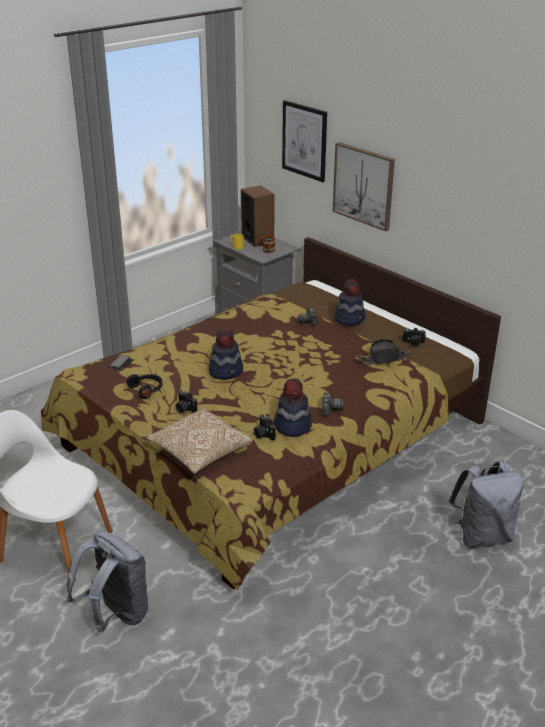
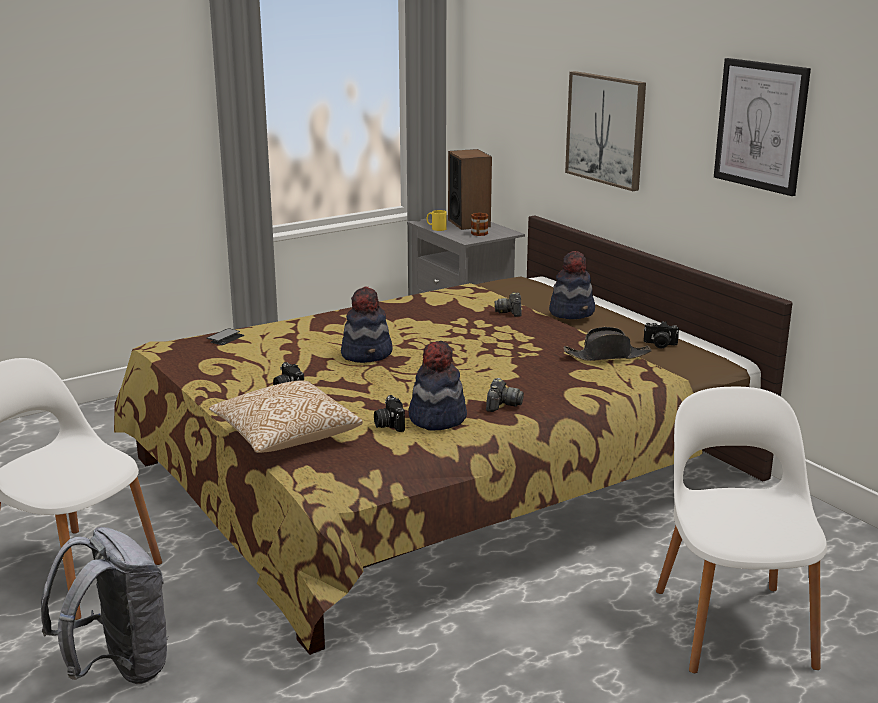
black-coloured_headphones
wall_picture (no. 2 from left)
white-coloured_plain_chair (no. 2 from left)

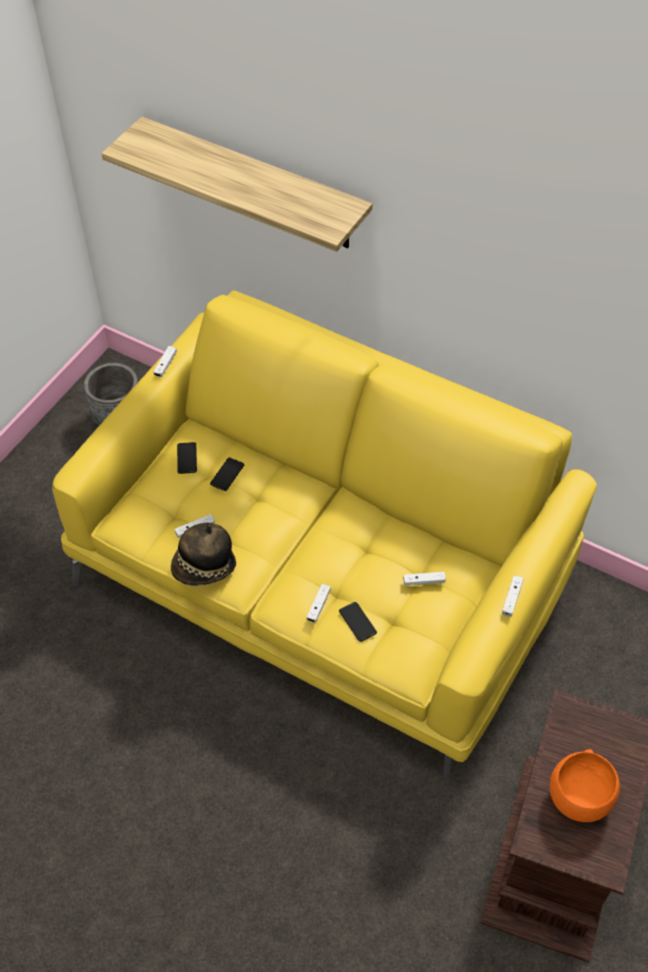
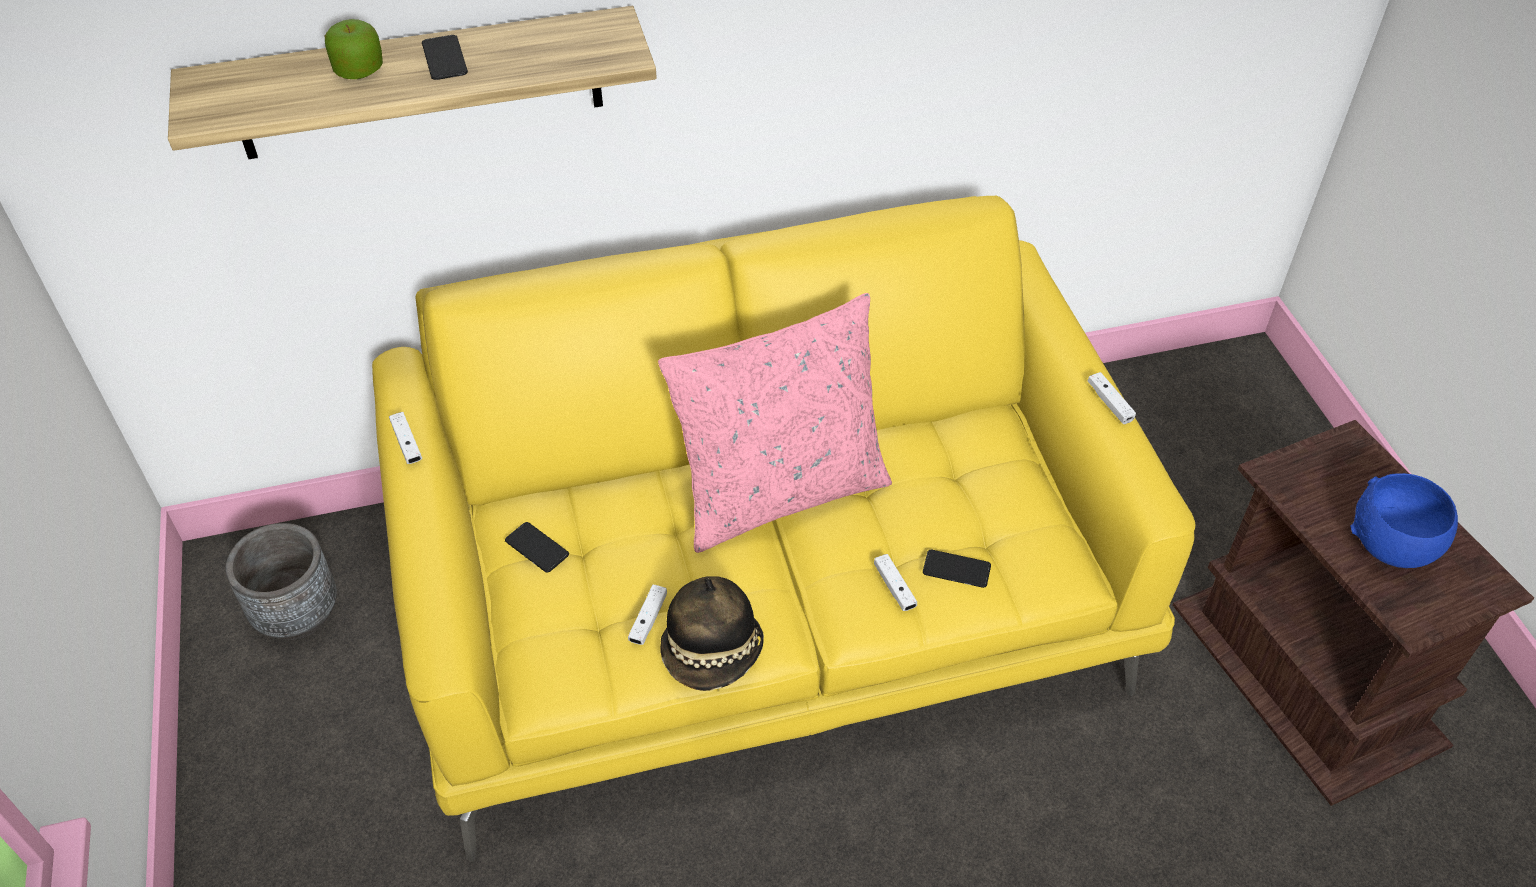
phone (no. 1 from left)
white-coloured_game_controller (no. 4 from left in the first image)
blue-coloured_serving_bowl
apple
pinkish_pillow

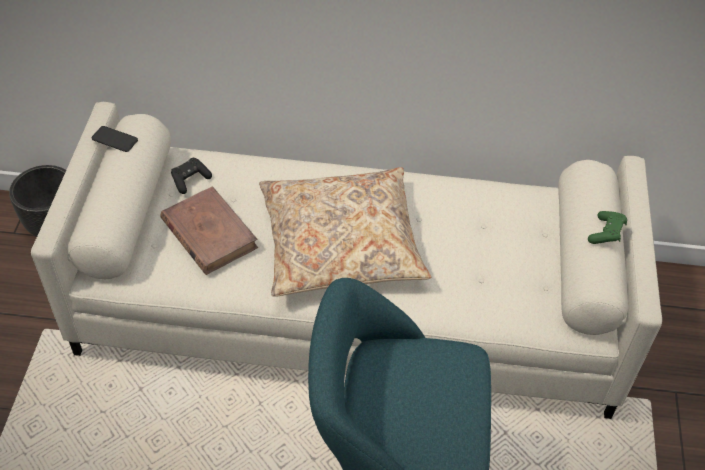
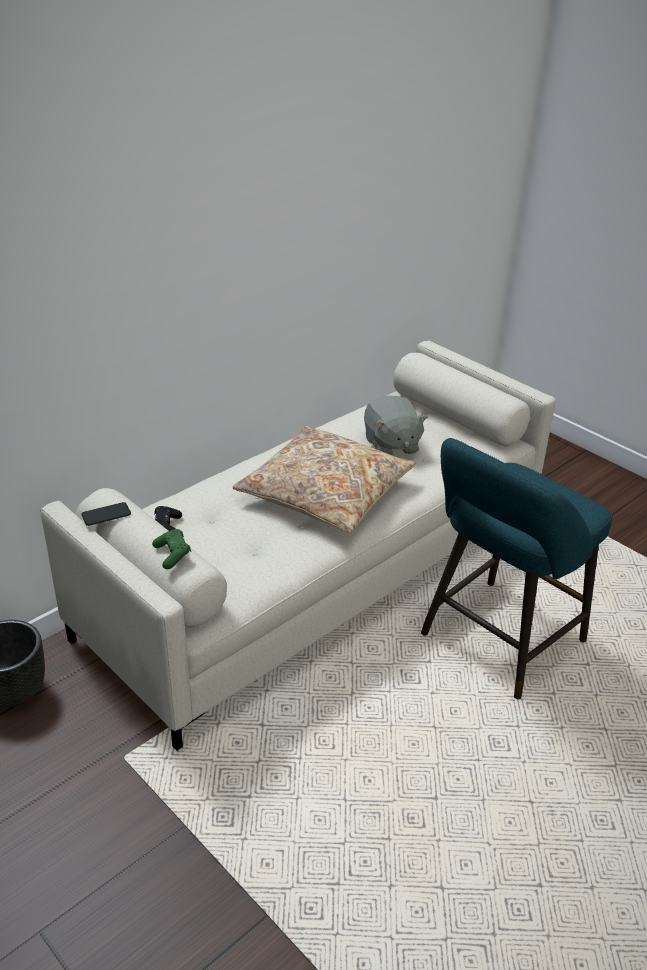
brown_book
green_game_controller
greyish_soft_toy

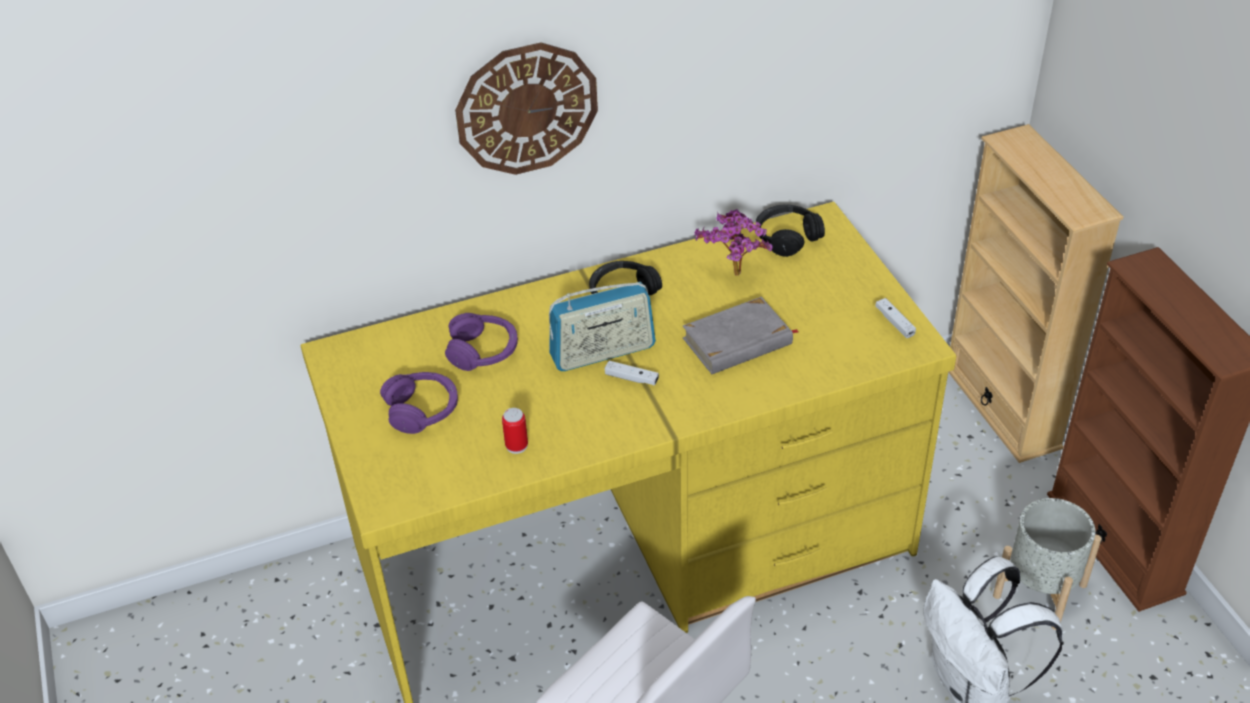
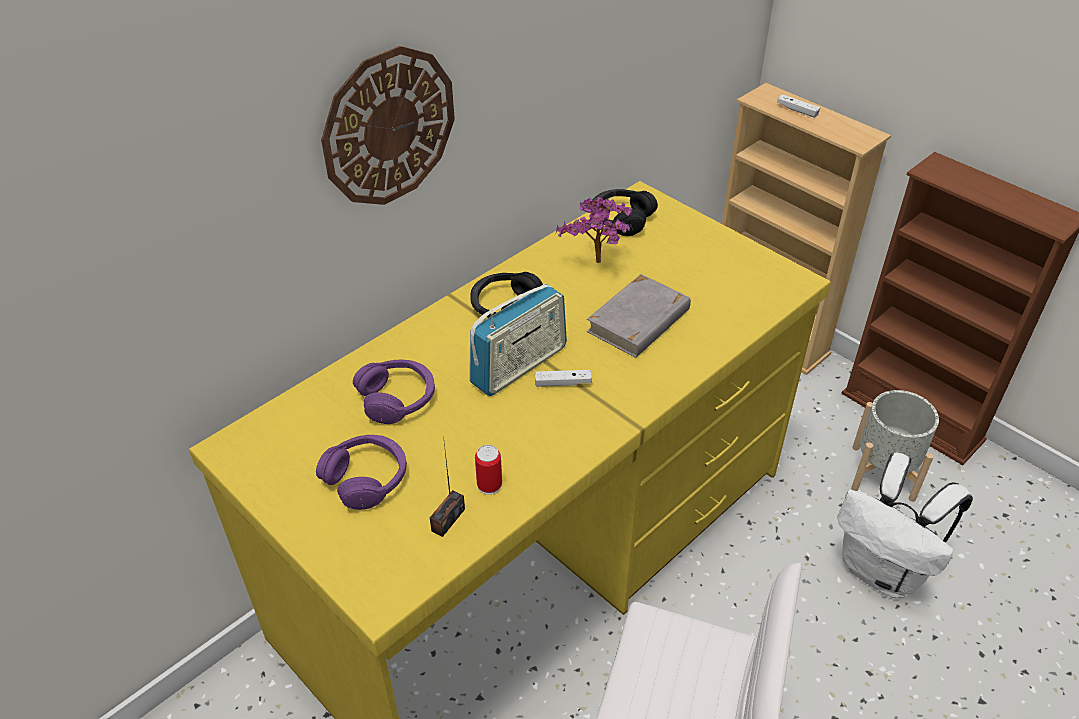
white-coloured_game_controller (no. 2 from left)
radio_receiver (no. 1 from left)

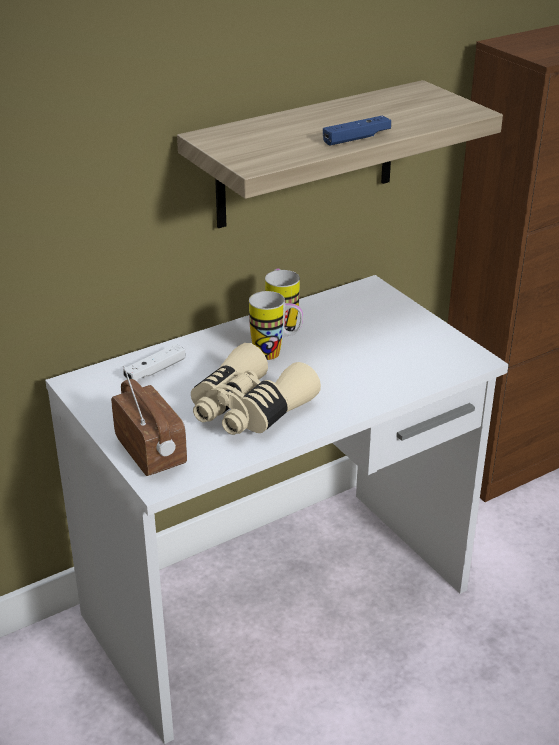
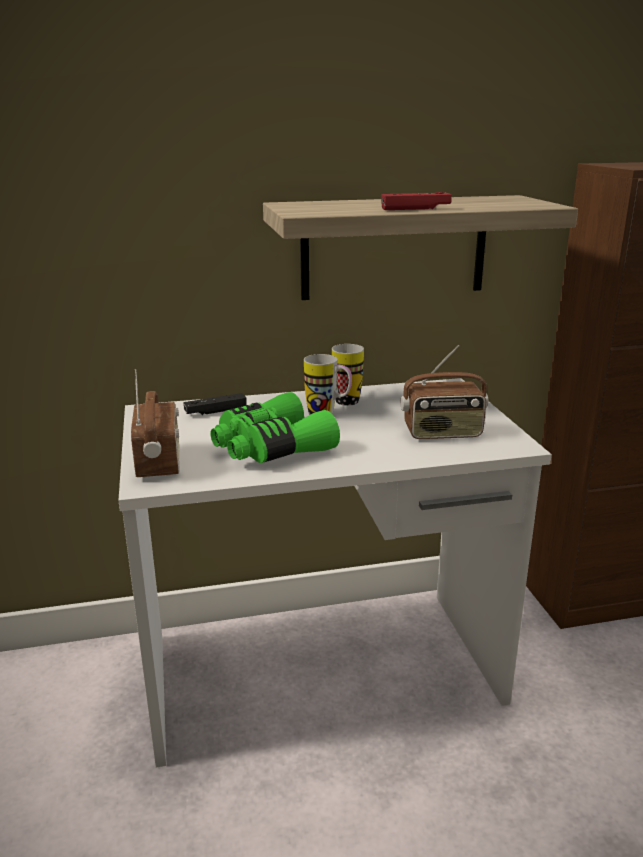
black-coloured_game_controller
green_pair_of_binoculars
reddish_game_controller
radio_receiver (no. 2 from left)

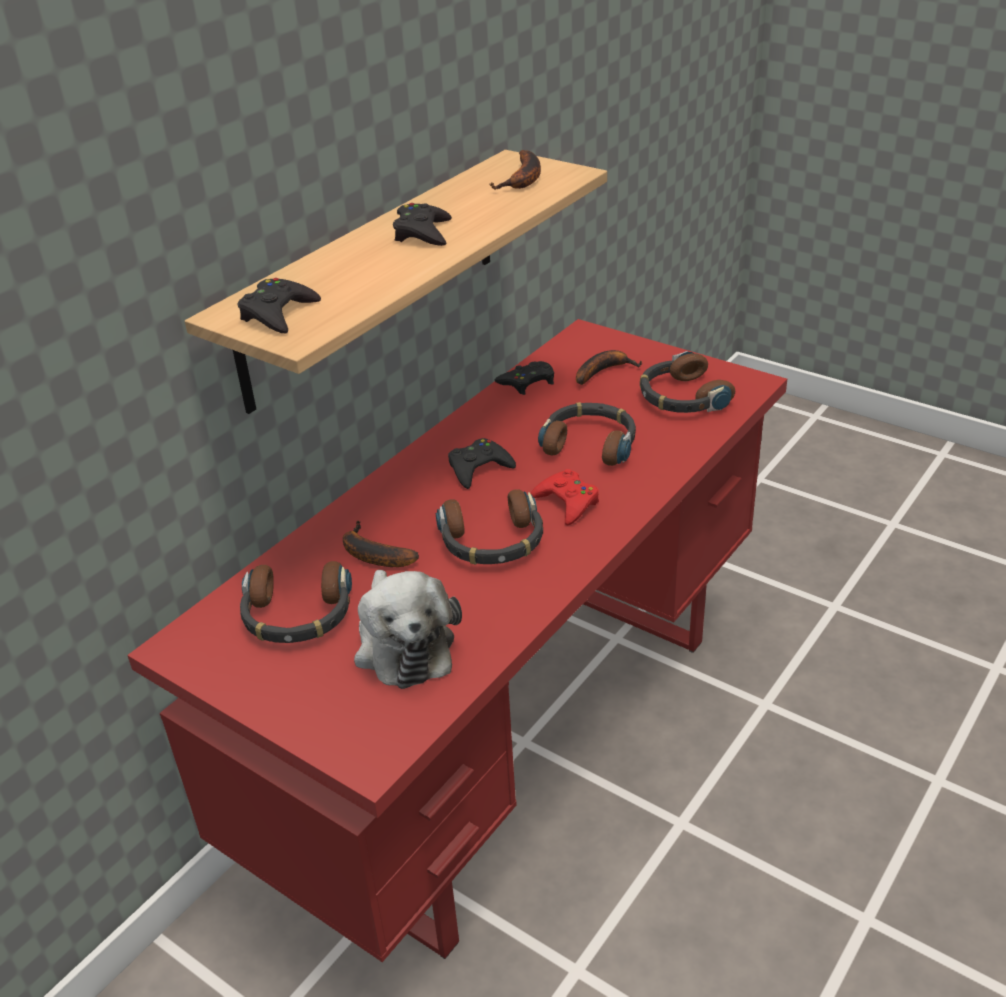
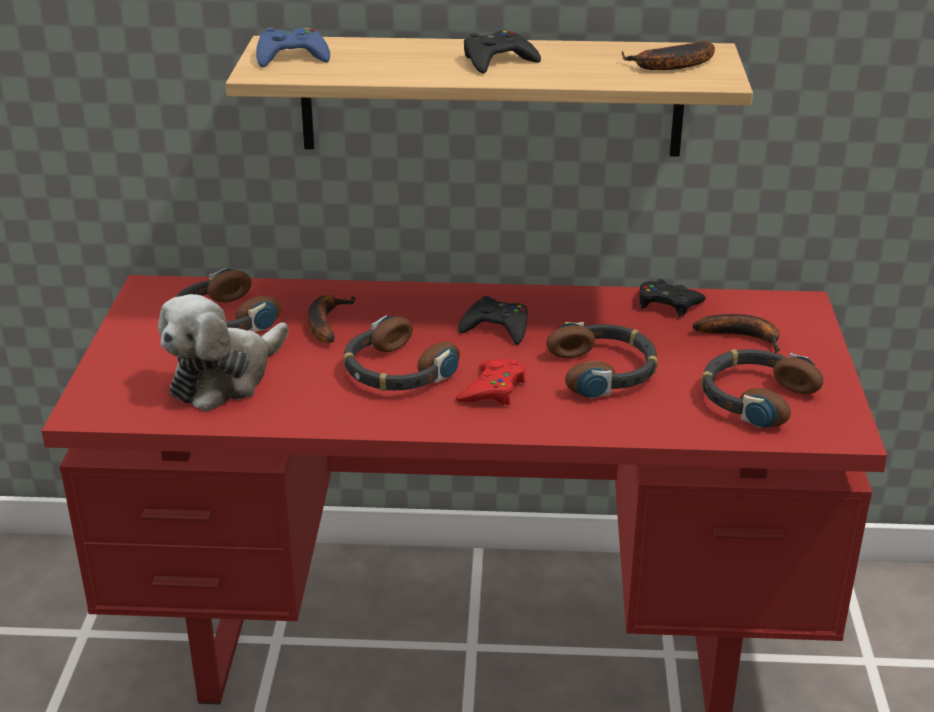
blue-coloured_game_controller

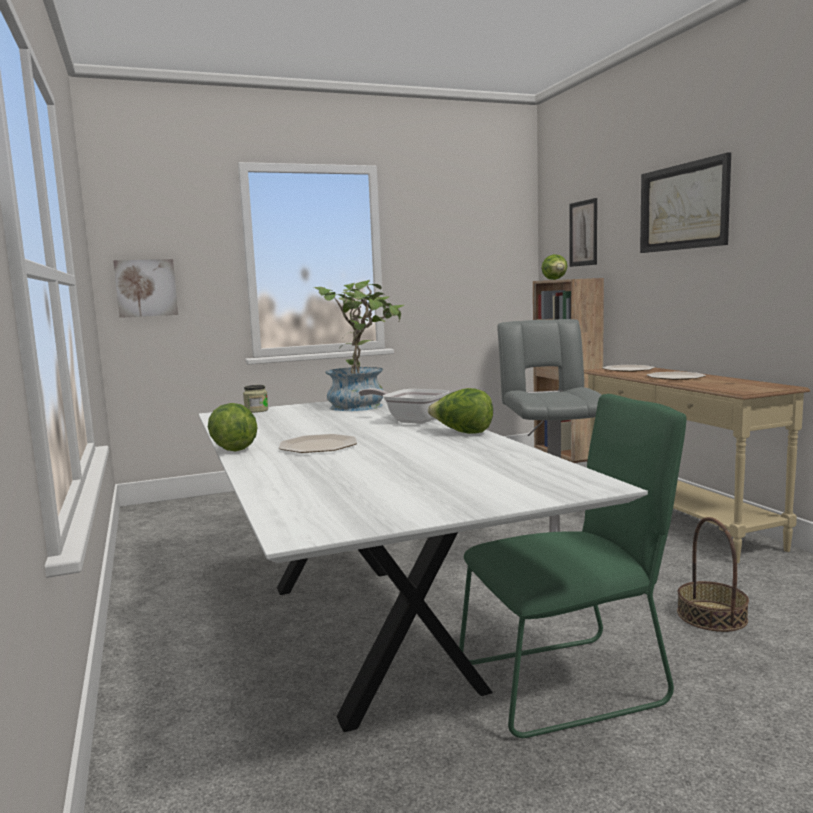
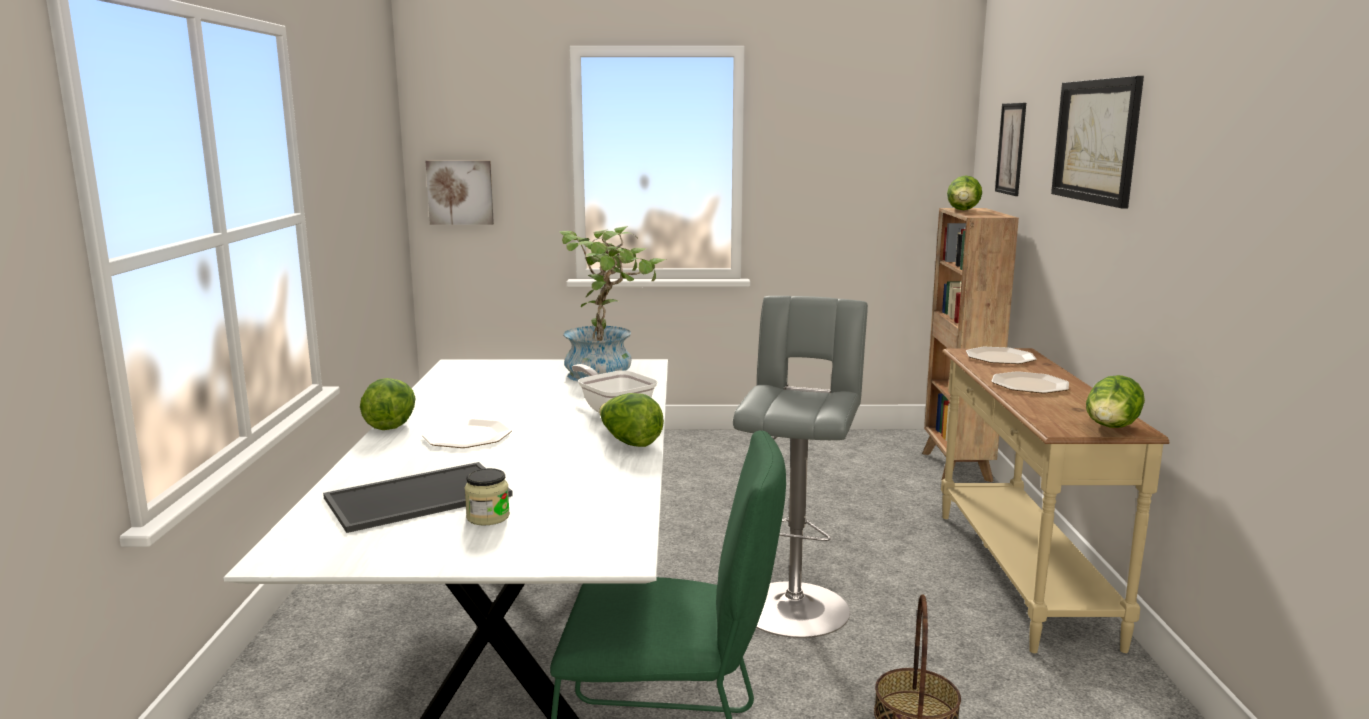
preserve_jar
tray
lettuce_head (no. 4 from left)

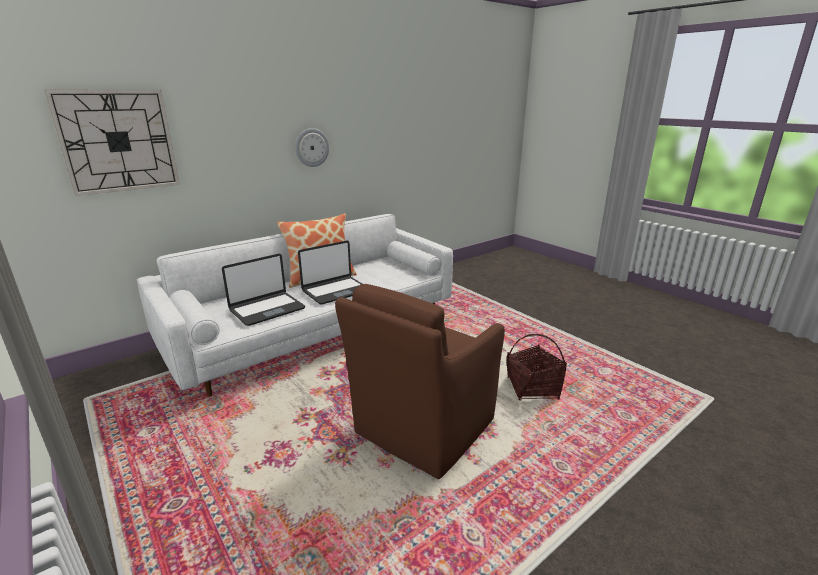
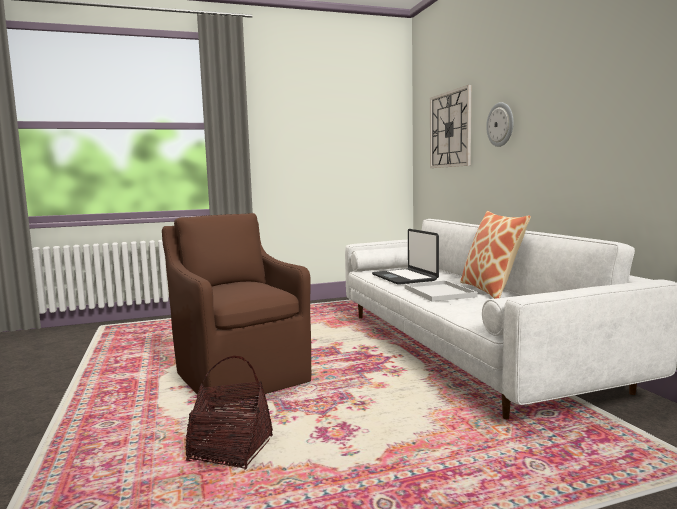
hanging_clock (no. 2 from left)
white-coloured_tray

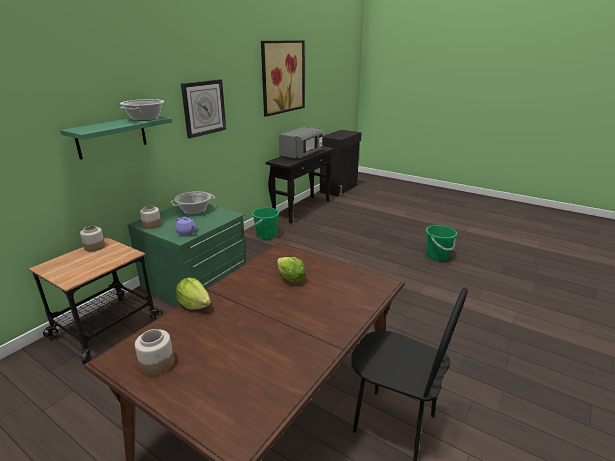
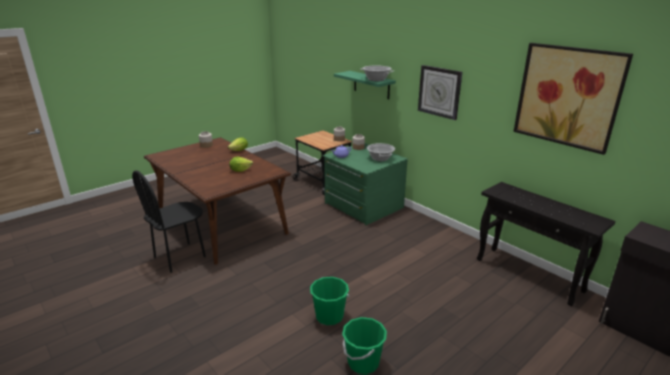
green_bucket (no. 1 from left)
greyish_microwave

